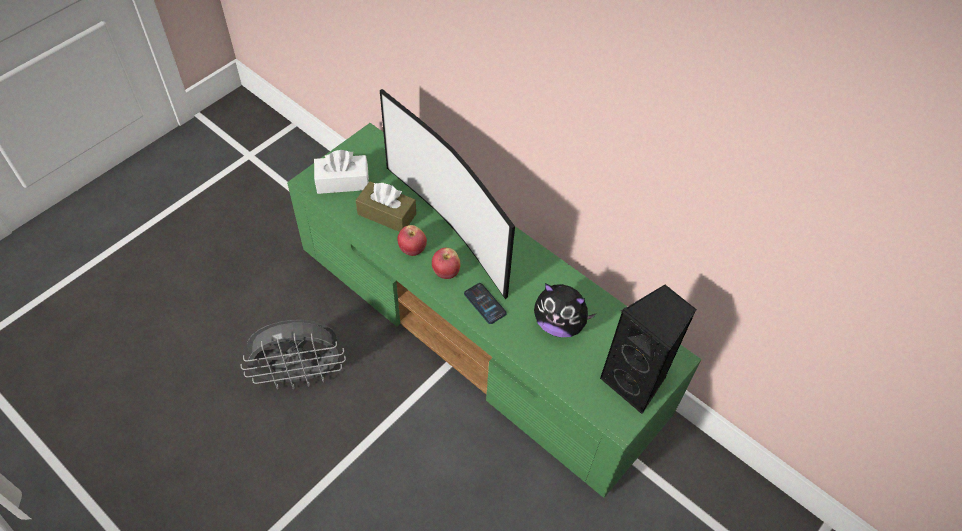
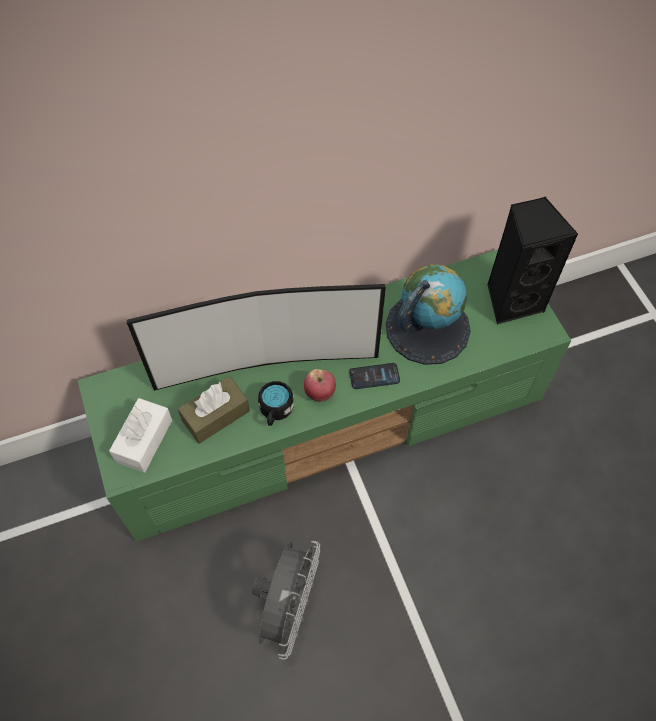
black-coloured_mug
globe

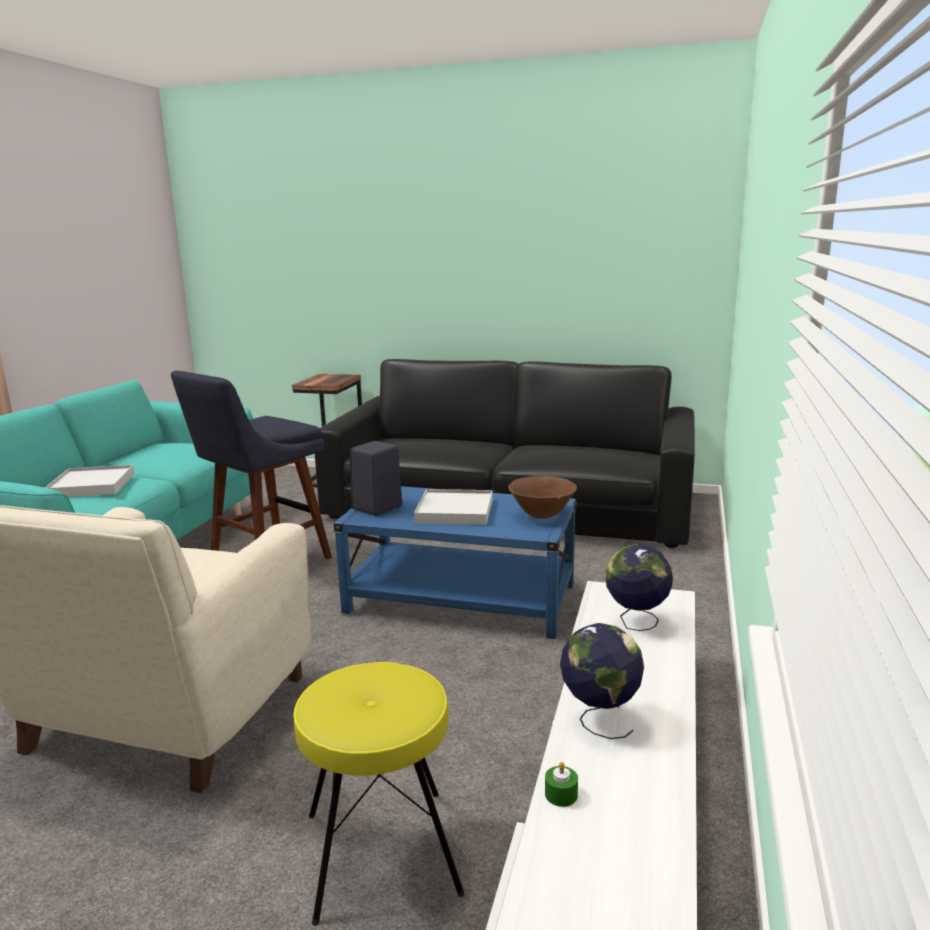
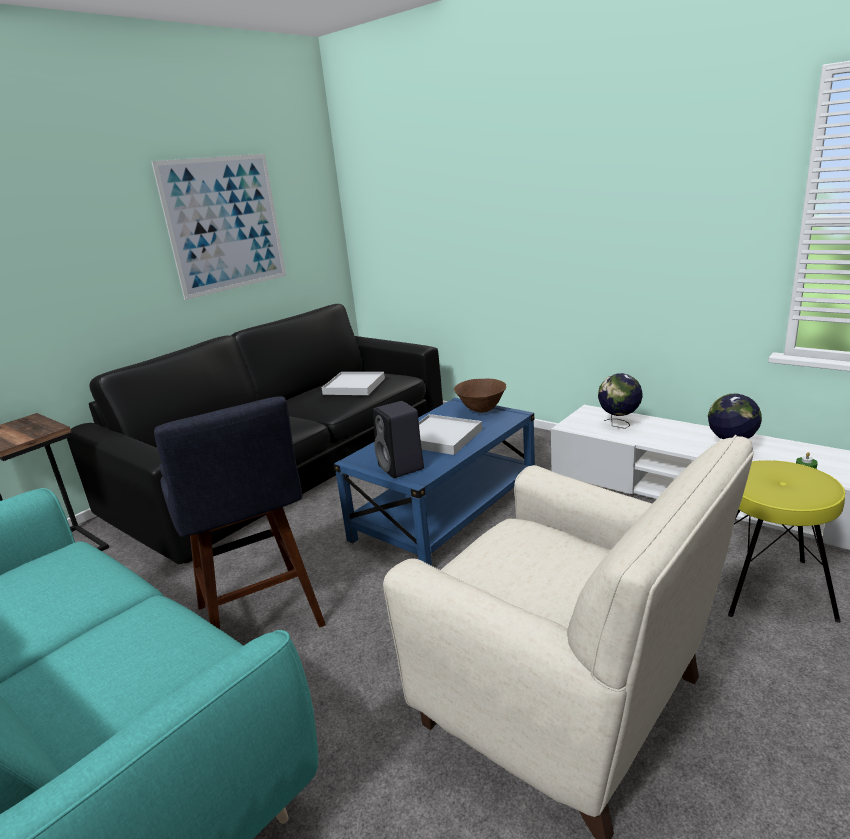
white-coloured_tray (no. 1 from left)
wall_picture

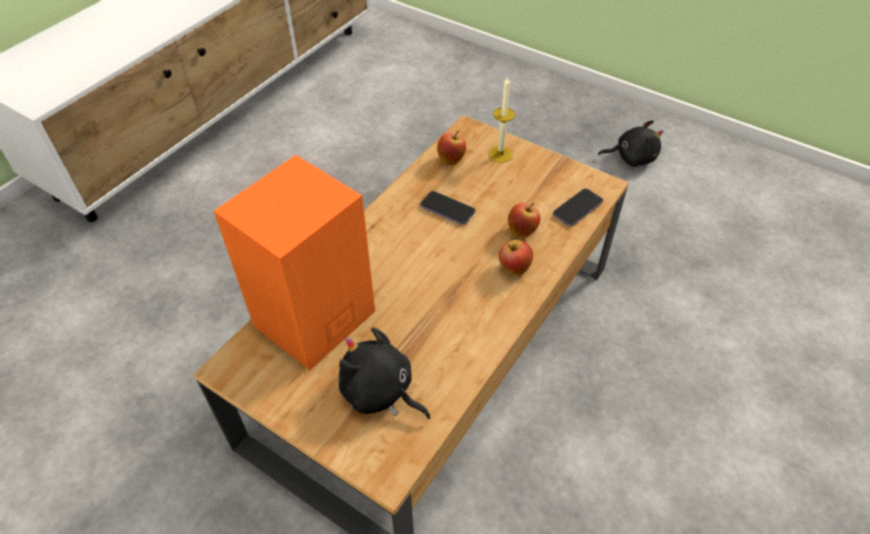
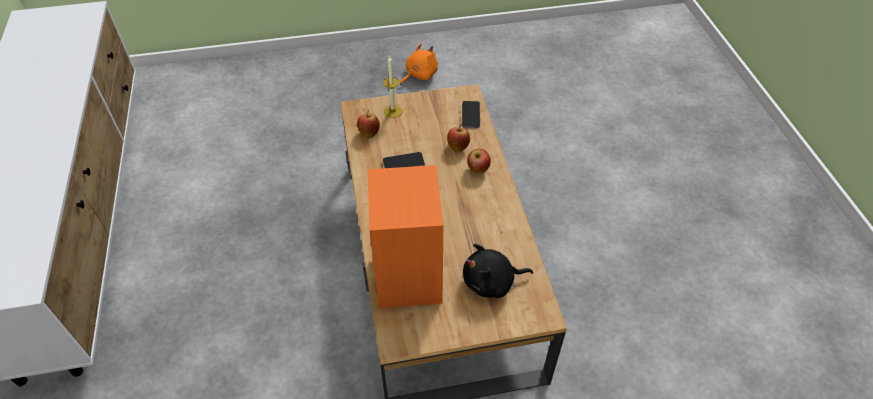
orangey_soft_toy

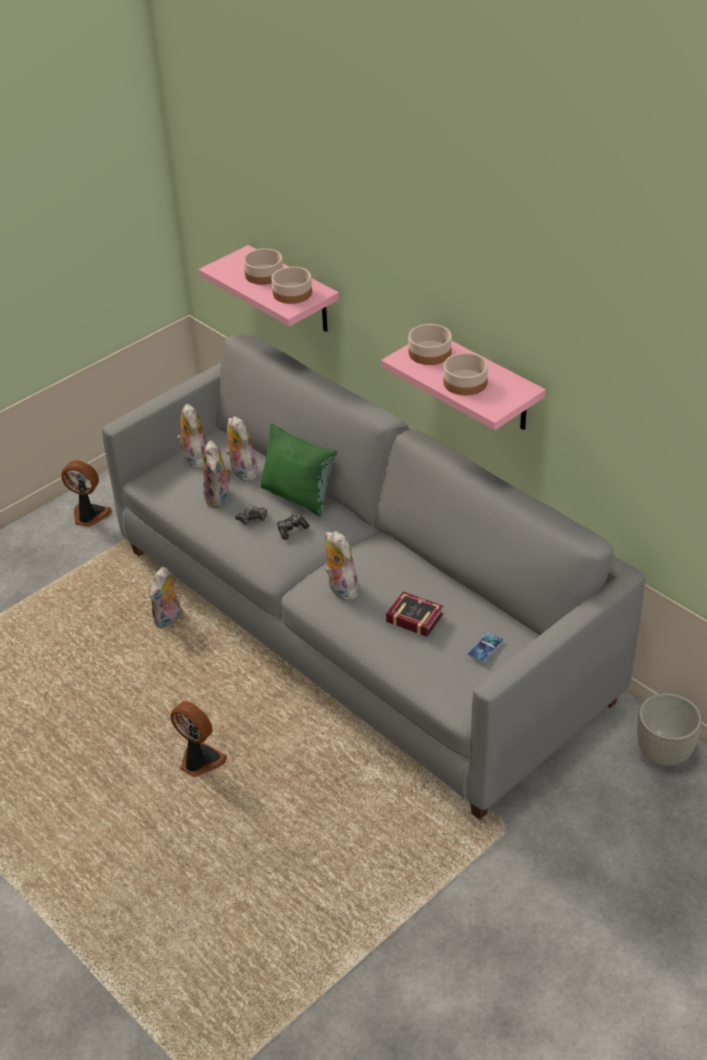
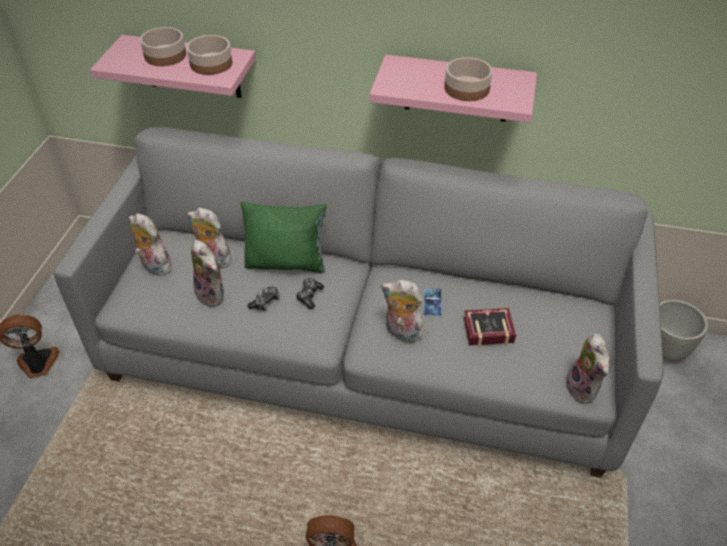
soft_toy (no. 5 from left)
serving_bowl (no. 3 from left in the first image)
phone

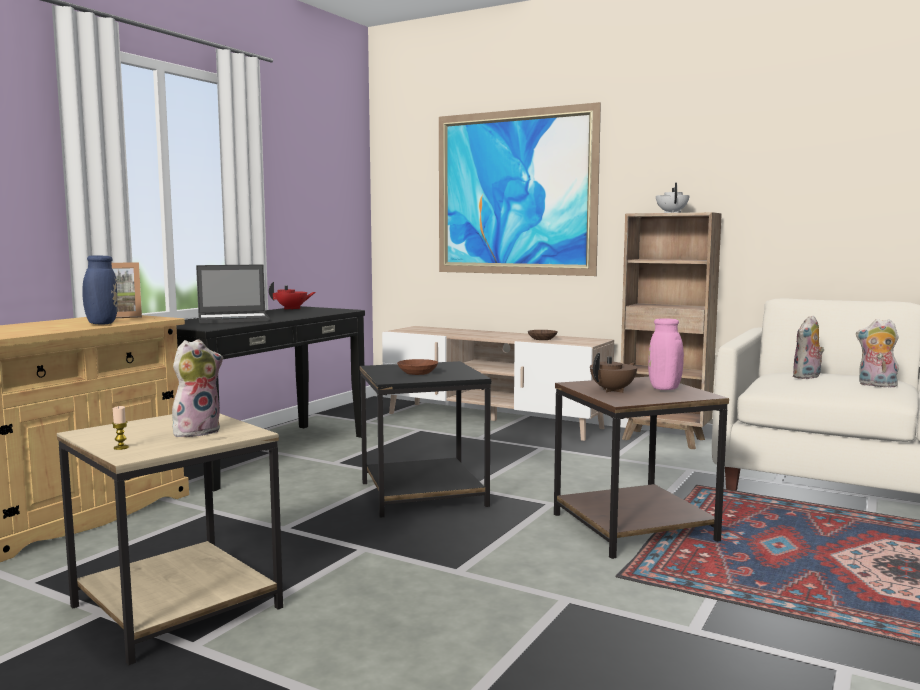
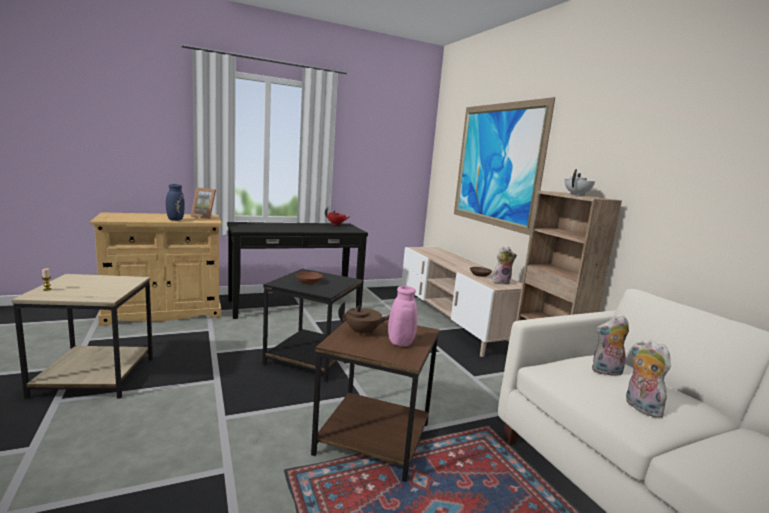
soft_toy (no. 1 from left)
laptop

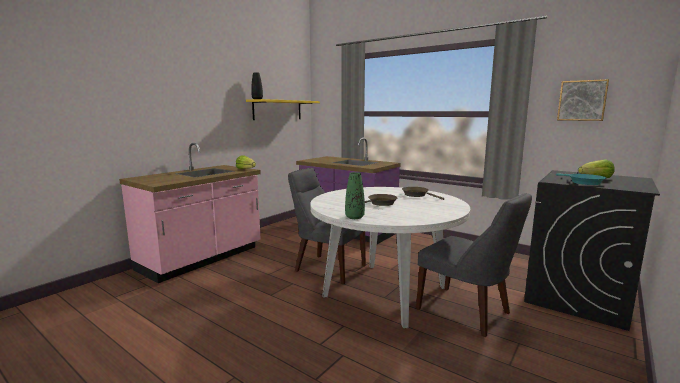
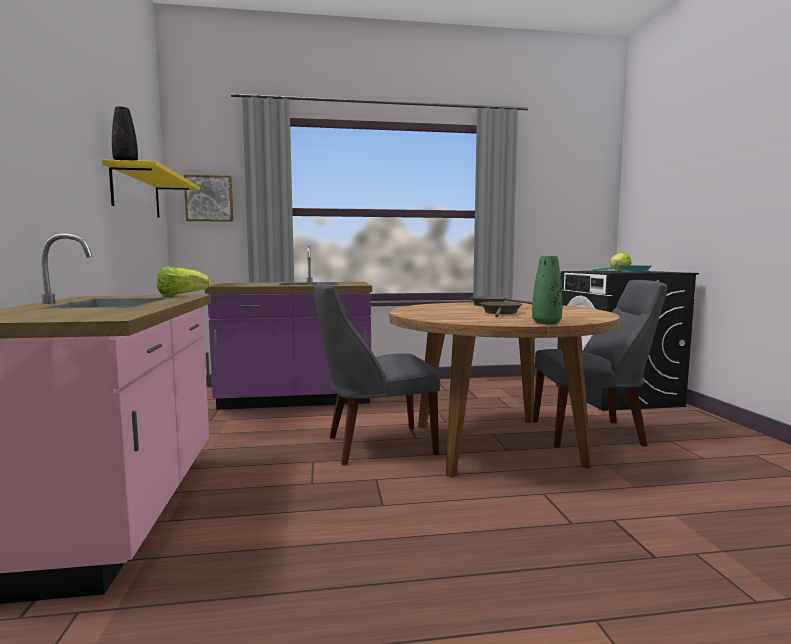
brown_dinner_table
wall_picture

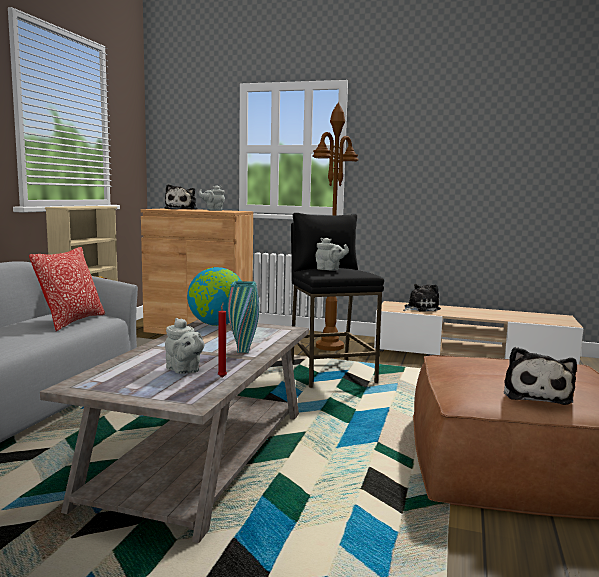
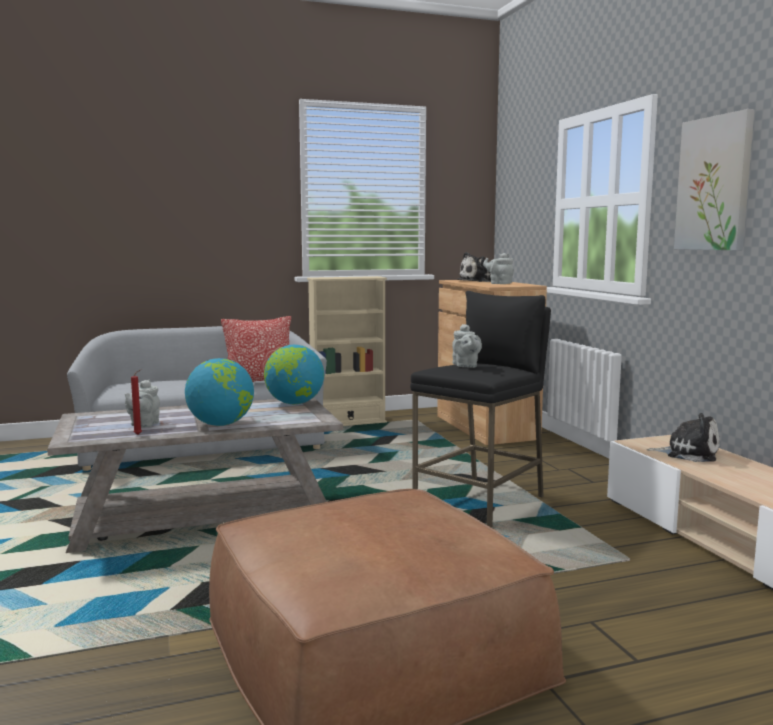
globe (no. 1 from left)
brown_standard_lamp
soft_toy (no. 3 from left in the first image)
wall_picture

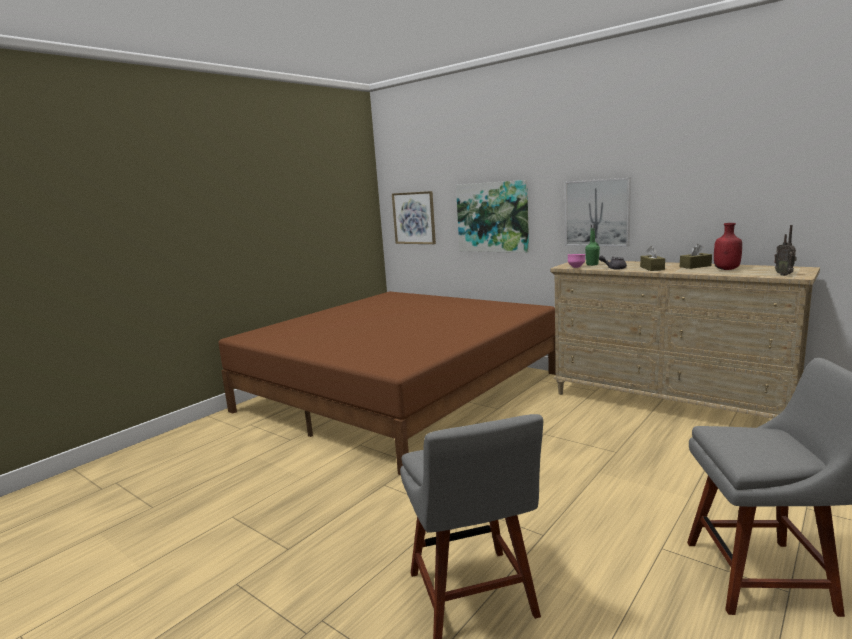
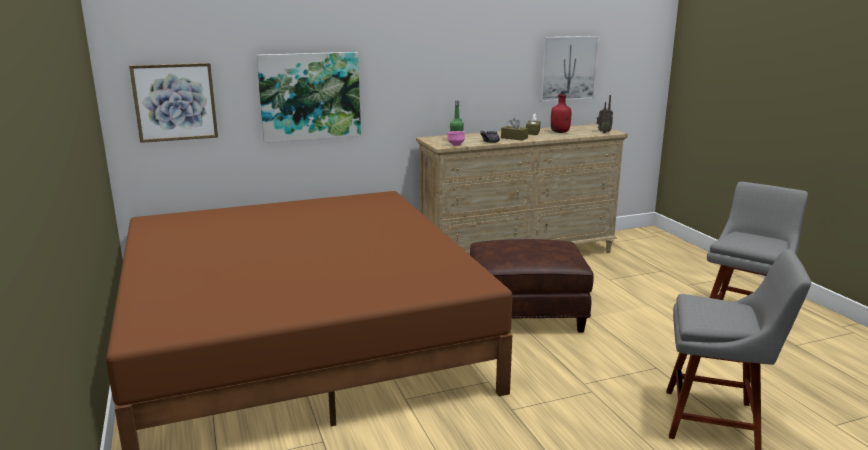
wall_picture (no. 3 from left)
brown_ottoman

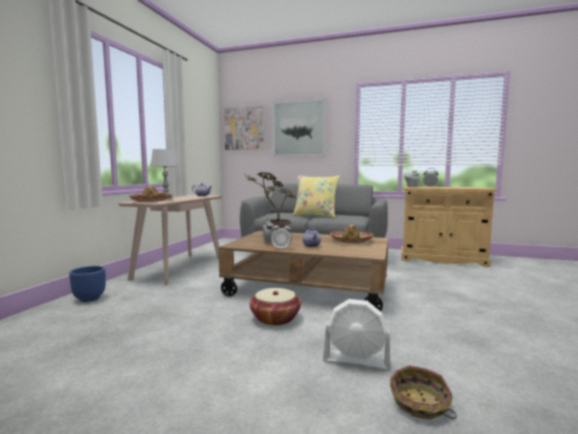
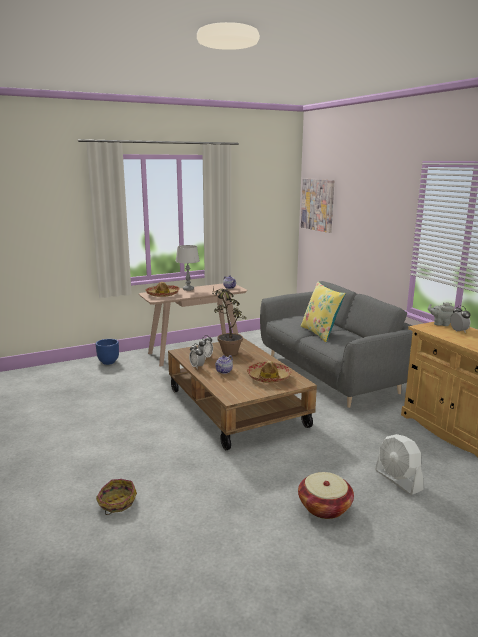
household_basket (no. 2 from left)
wall_picture (no. 2 from left in the first image)
white-coloured_fan

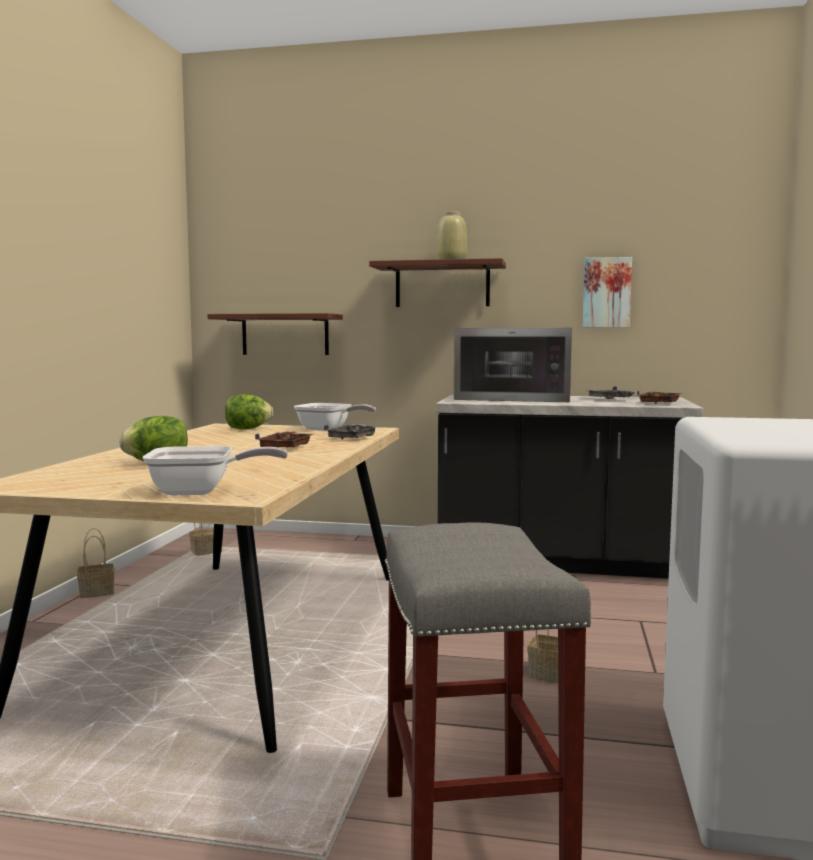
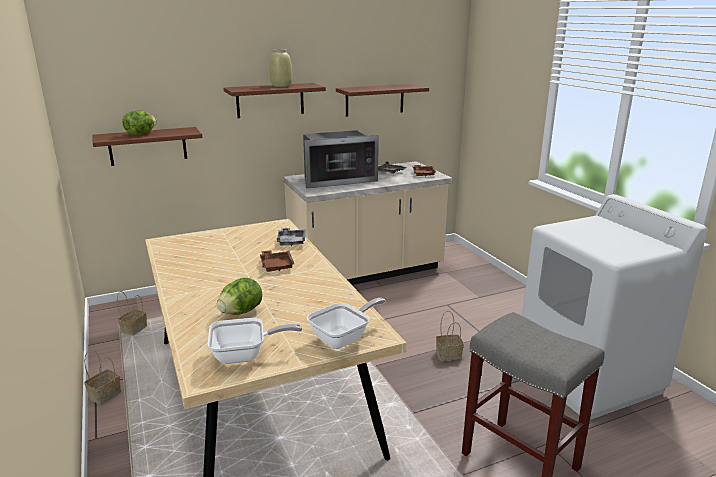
lettuce_head (no. 1 from left)
pan (no. 1 from left)
beige-coloured_kitchen_counter
brown_shelf (no. 3 from left)

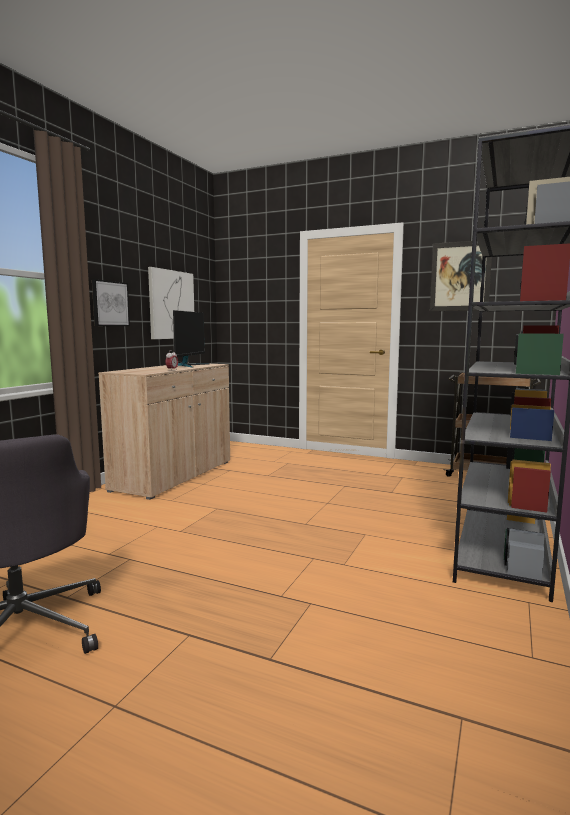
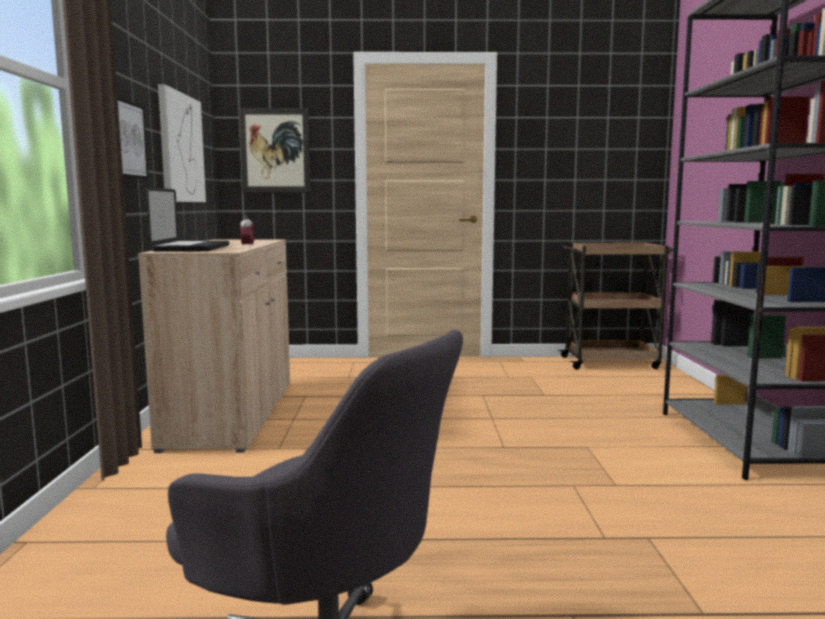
monitor
wall_picture (no. 3 from left)
laptop

